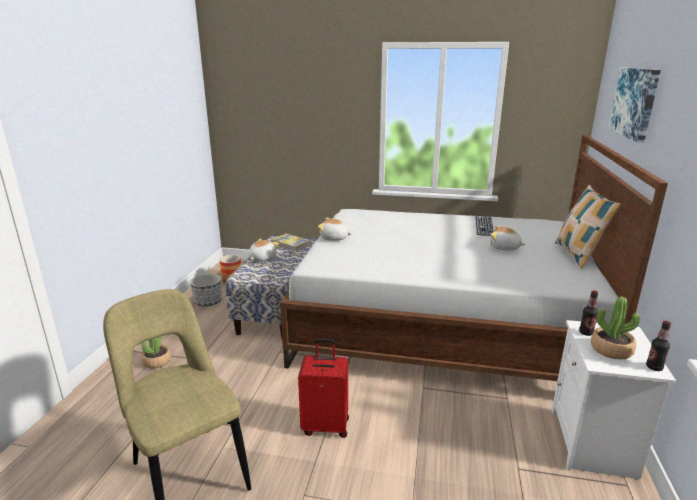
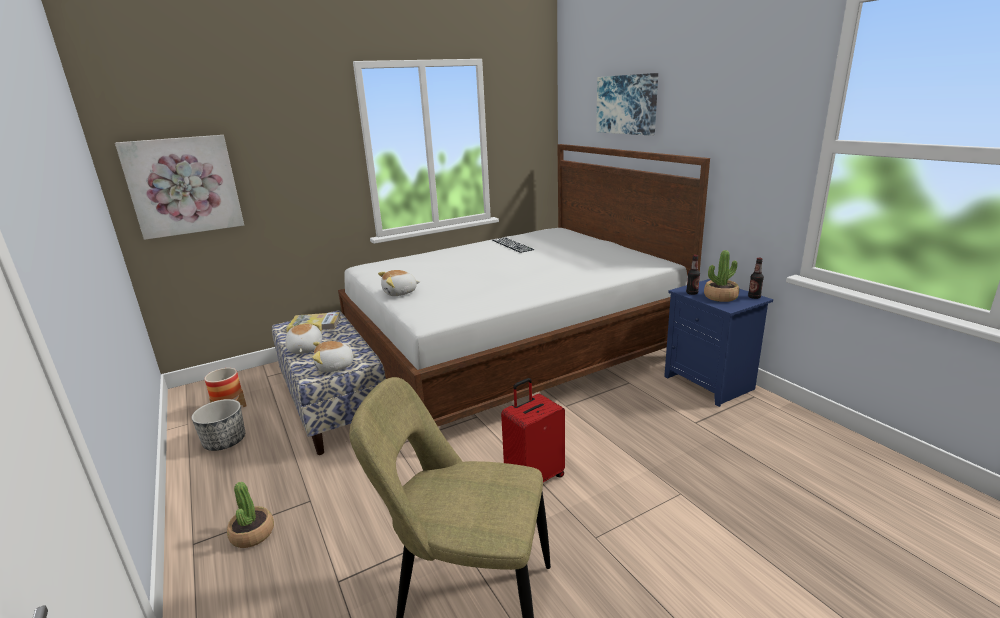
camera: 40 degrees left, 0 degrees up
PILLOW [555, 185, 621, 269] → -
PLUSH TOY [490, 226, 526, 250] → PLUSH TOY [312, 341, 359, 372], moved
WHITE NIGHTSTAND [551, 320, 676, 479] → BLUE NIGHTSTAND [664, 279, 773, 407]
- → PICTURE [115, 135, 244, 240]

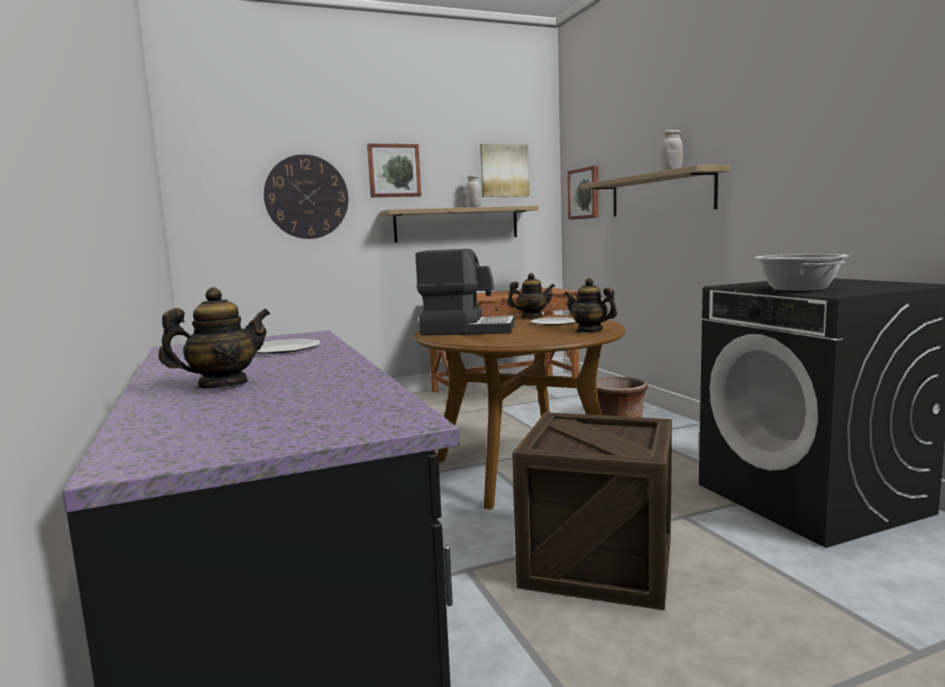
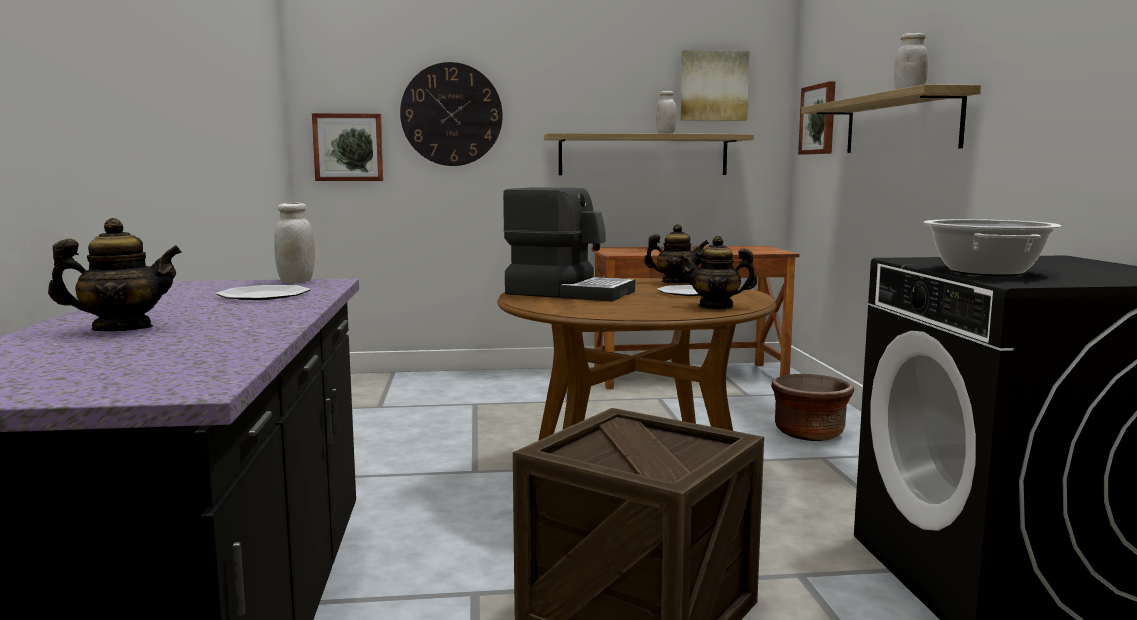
camera: 15 degrees right, 0 degrees up
PICTURE [367, 144, 421, 197] → PICTURE [312, 113, 383, 181], moved
TEAPOT [564, 278, 617, 333] → TEAPOT [679, 236, 757, 310], 45 degrees counterclockwise
- → WHITE JAR [274, 202, 315, 283]

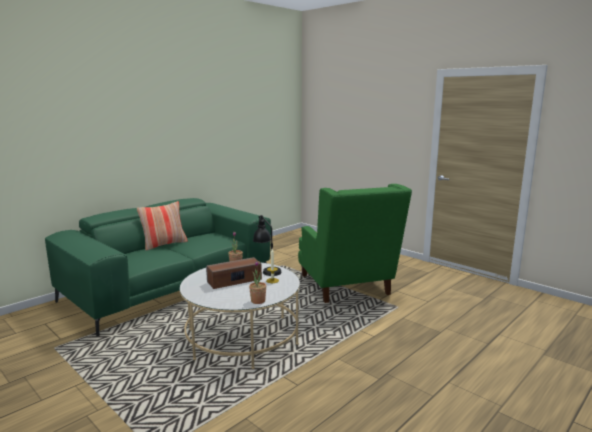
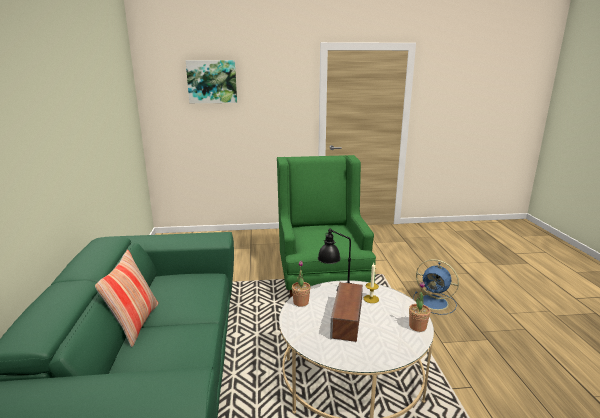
camera: 50 degrees left, 5 degrees up
GREEN ARMCHAIR [298, 184, 412, 303] → GREEN ARMCHAIR [277, 155, 376, 298], 120 degrees counterclockwise
- → PICTURE [186, 60, 237, 103]
- → BLUE FAN [413, 259, 459, 315]

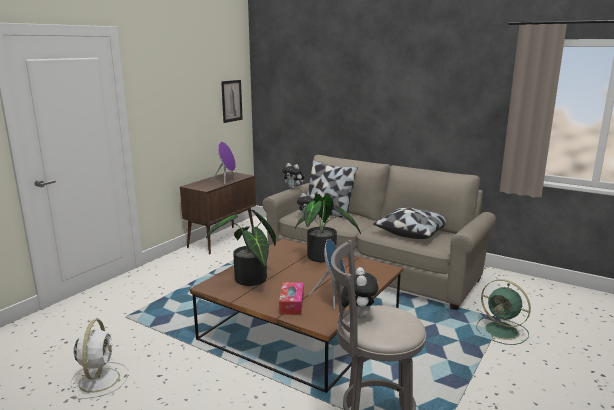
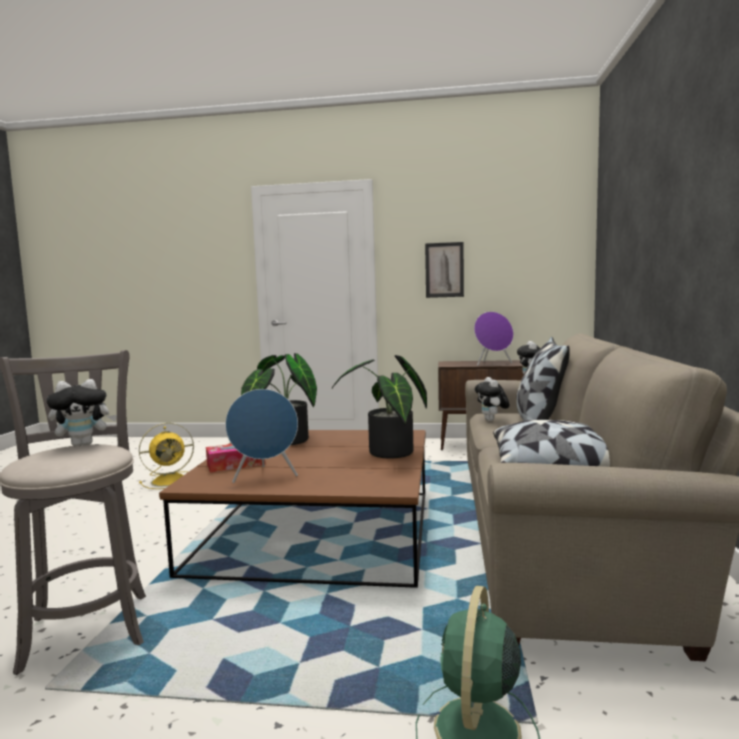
camera: 65 degrees right, 10 degrees down
PICTURE [221, 80, 243, 123] → PICTURE [425, 242, 464, 298], moved
WHITE FAN [70, 319, 128, 400] → YELLOW FAN [139, 423, 194, 489]

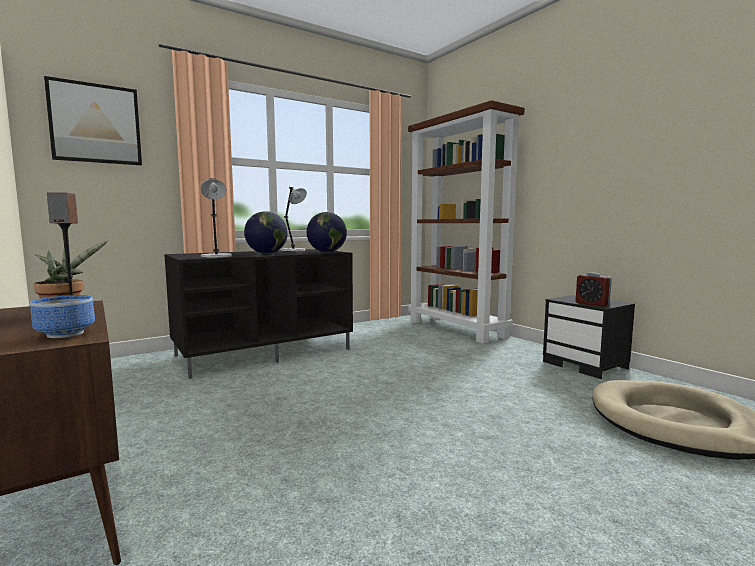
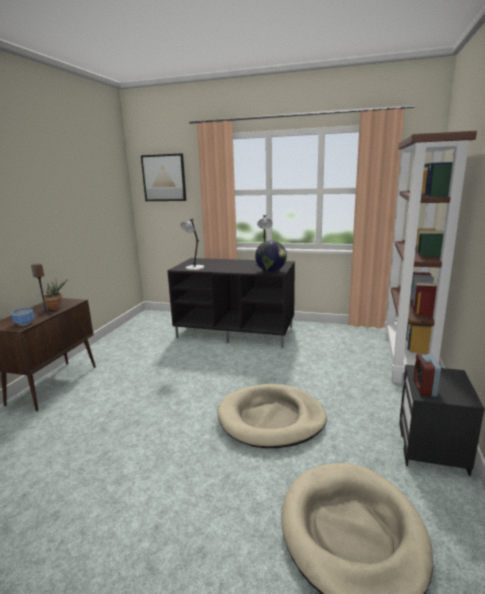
camera: 50 degrees right, 10 degrees up
GLOBE [244, 211, 288, 254] → -
- → BEIGE DOG BED [218, 384, 327, 448]

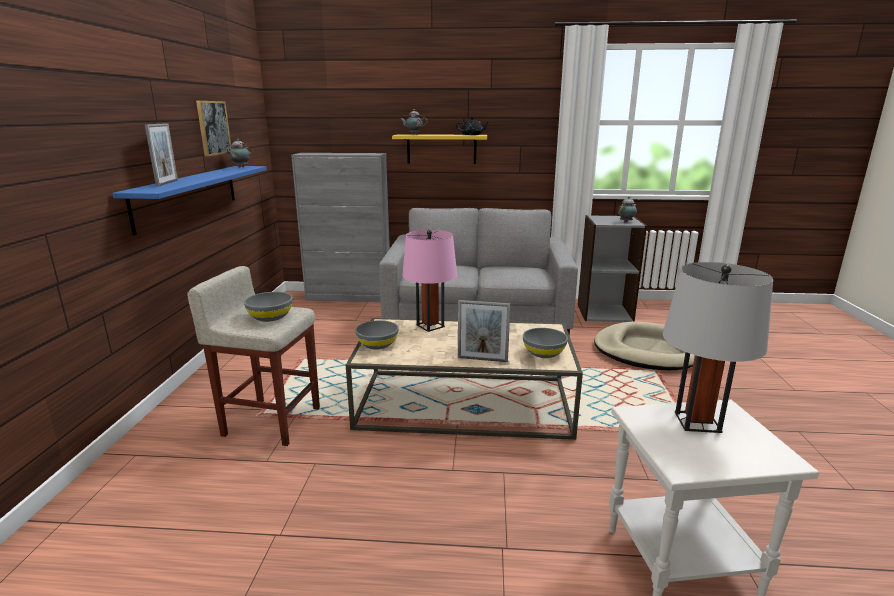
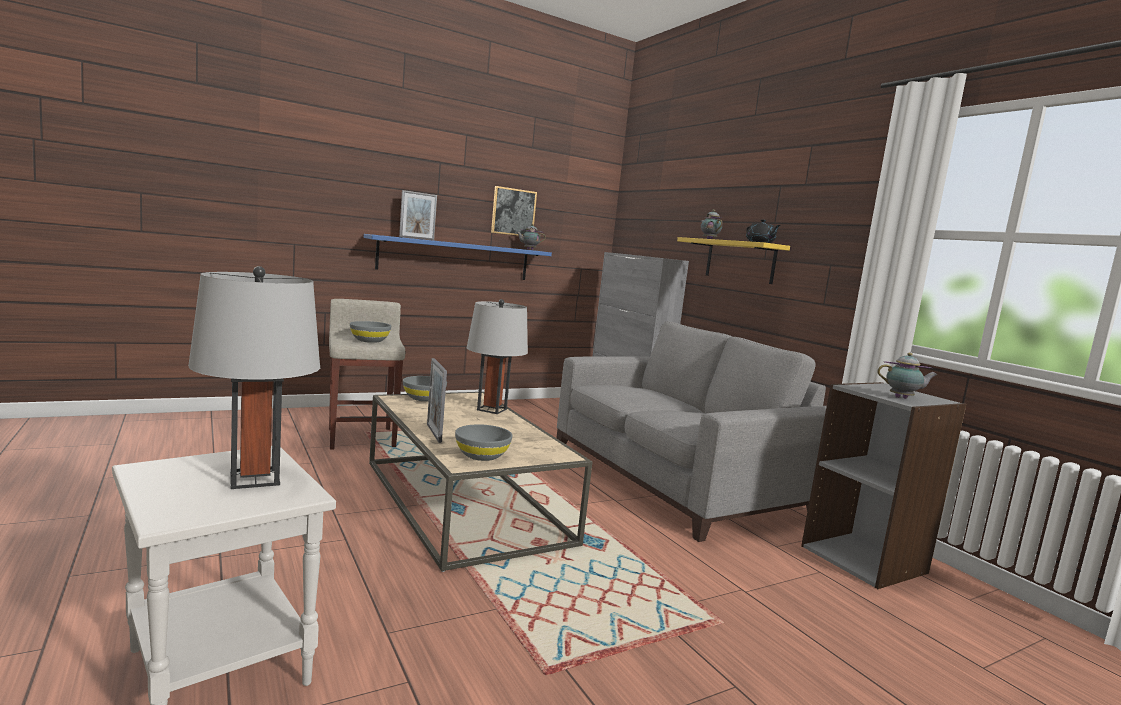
camera: 55 degrees right, 10 degrees down
PINK TABLE LAMP [402, 230, 457, 332] → GREY TABLE LAMP [466, 299, 528, 414]
BEIGE DOG BED [594, 321, 695, 370] → -

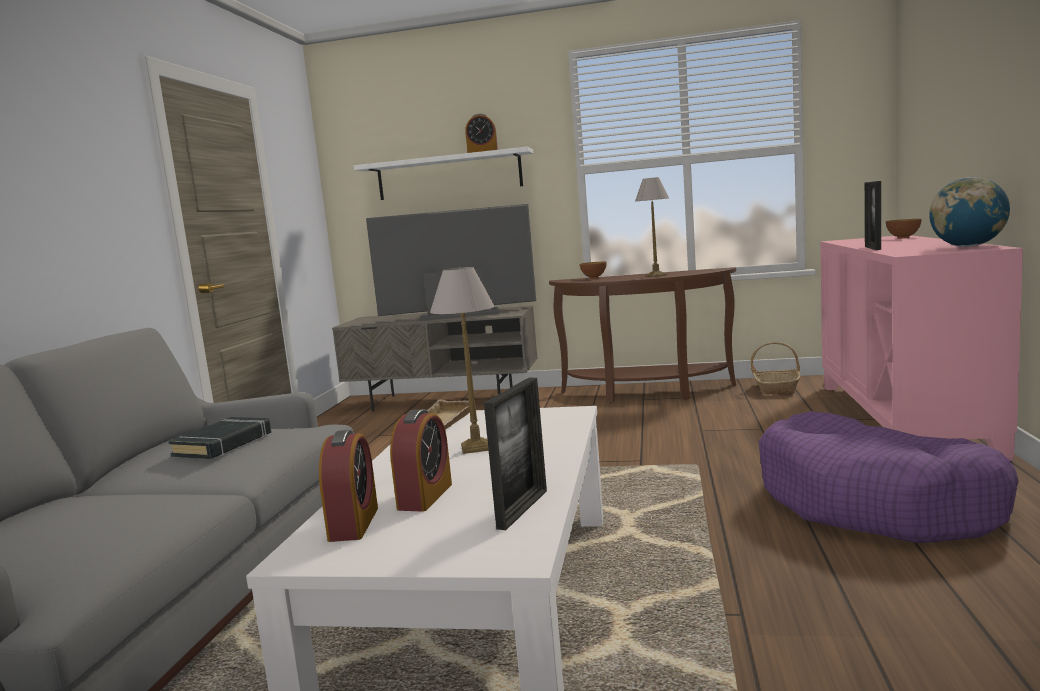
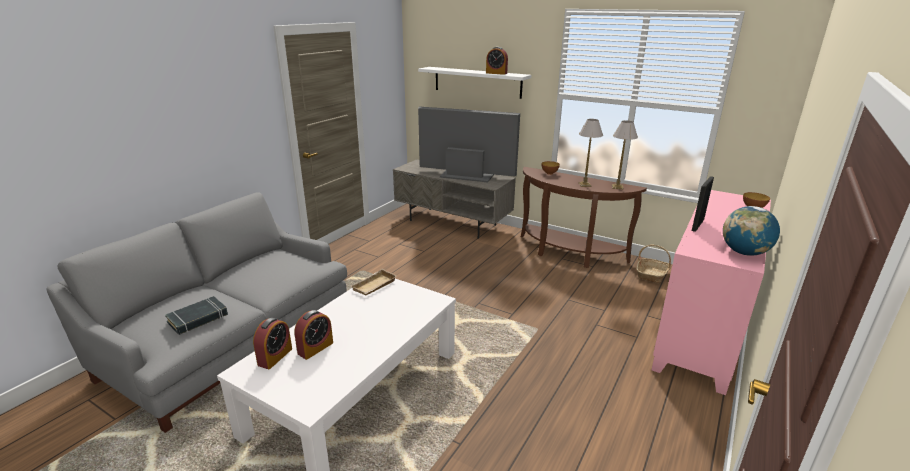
camera: 20 degrees right, 15 degrees up
TABLE LAMP [430, 267, 495, 454] → TABLE LAMP [612, 120, 638, 189], moved
PICTURE FRAME [484, 378, 547, 530] → -
PURPLE DOG BED [759, 412, 1019, 543] → -
BLACK BOOK [168, 417, 271, 459] → BLACK BOOK [165, 296, 228, 335], moved

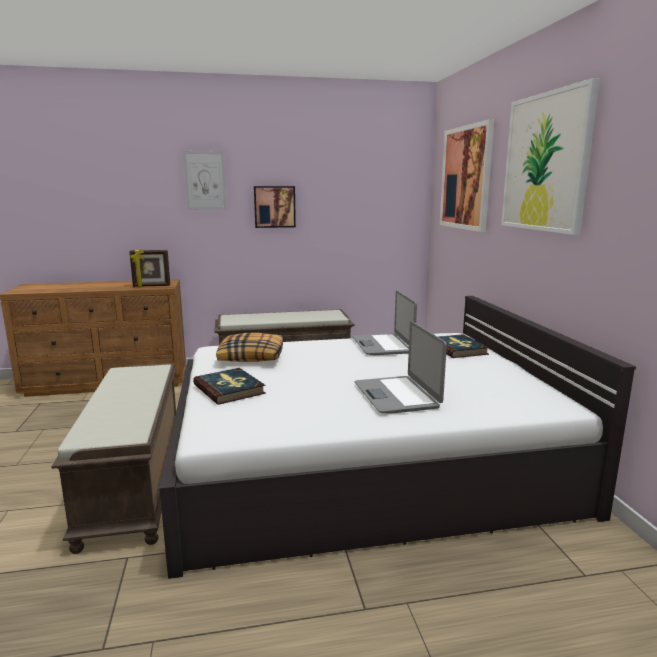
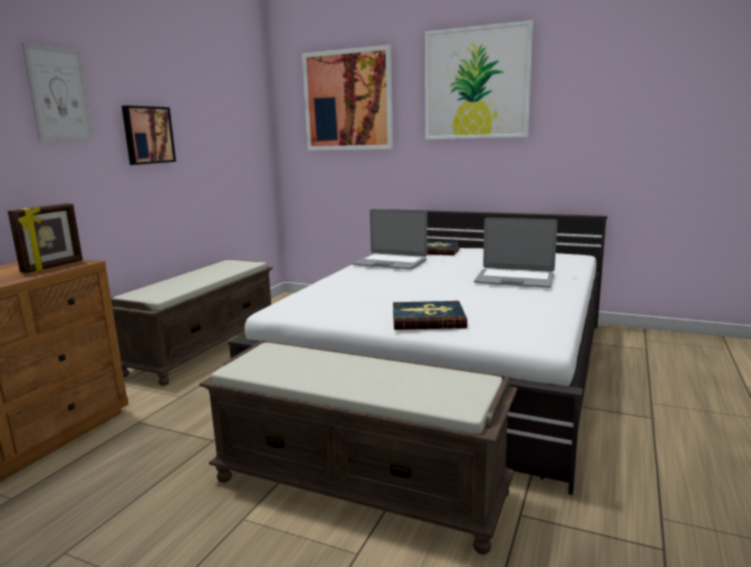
camera: 55 degrees left, 0 degrees up
PILLOW [216, 333, 283, 362] → -

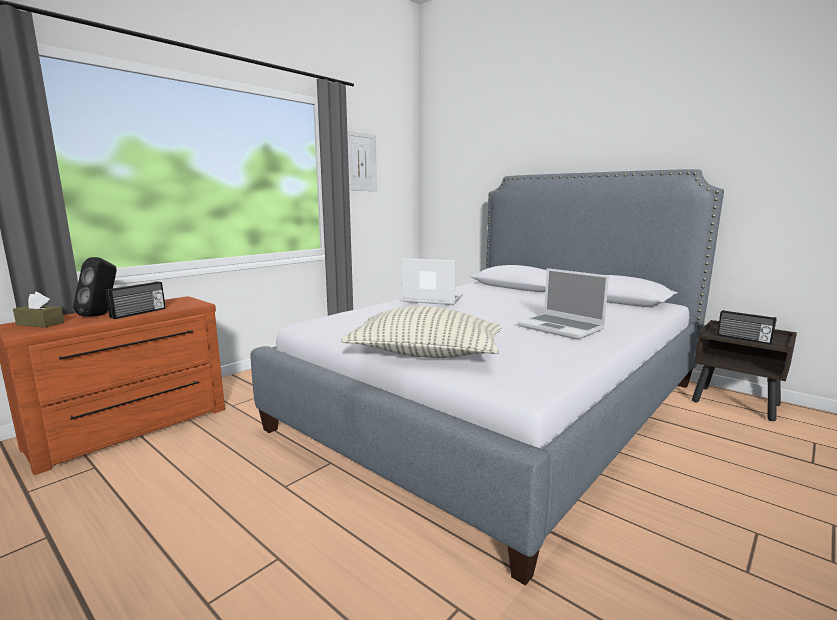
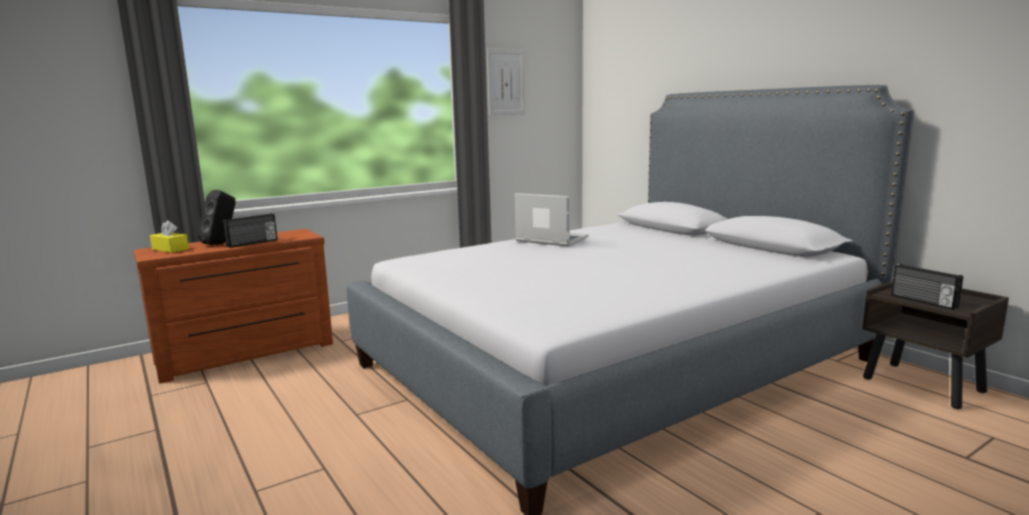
camera: 15 degrees right, 0 degrees up
LAPTOP [518, 268, 609, 340] → -
BROWN TISSUE BOX [13, 292, 64, 328] → YELLOW TISSUE BOX [150, 221, 189, 253]
PILLOW [341, 306, 502, 358] → -

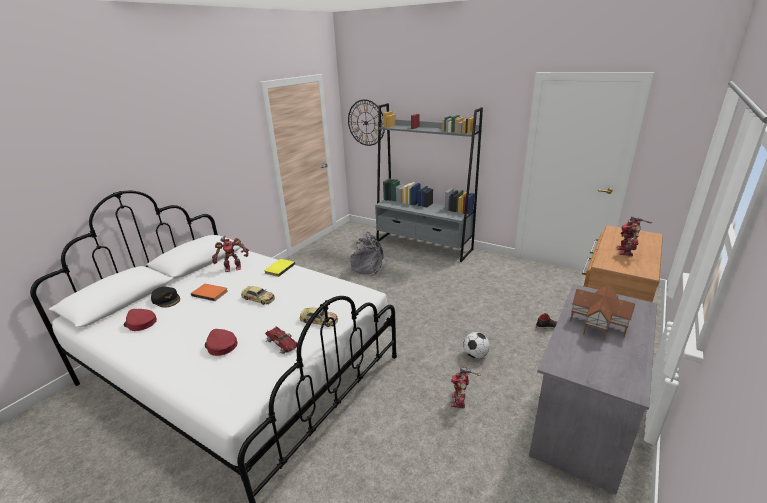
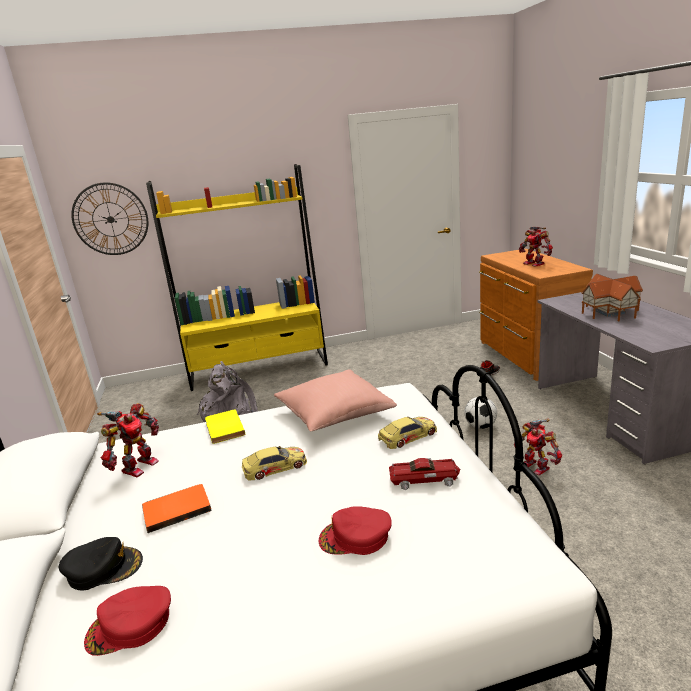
camera: 45 degrees left, 5 degrees down
GREY BOOKCASE [375, 103, 483, 262] → YELLOW BOOKCASE [146, 164, 328, 391]
- → PINK PILLOW [274, 369, 397, 432]

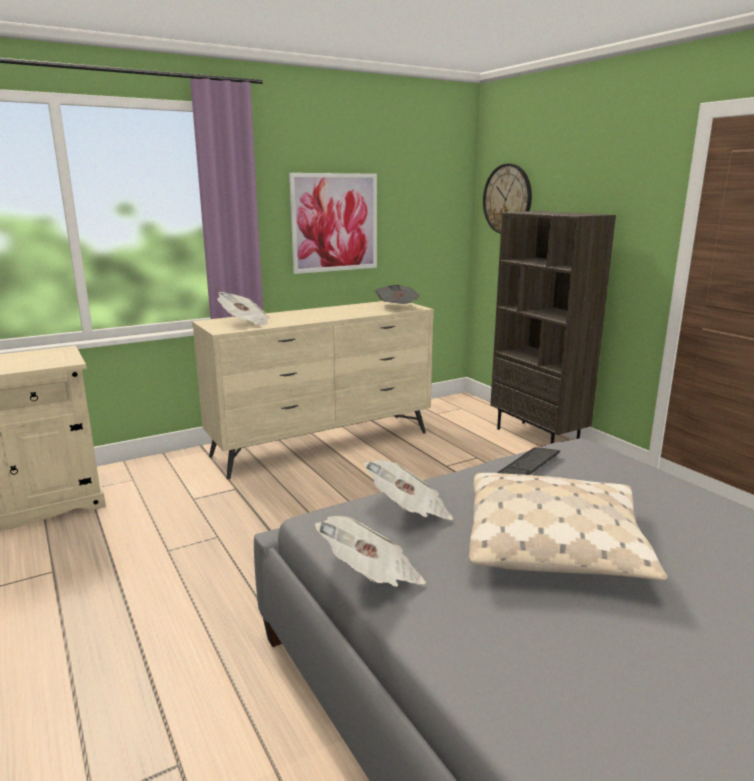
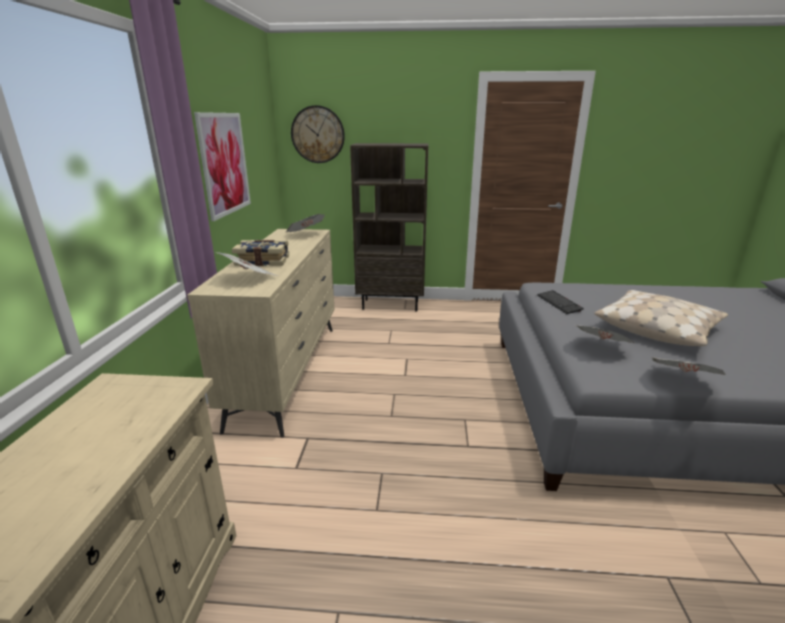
camera: 55 degrees left, 5 degrees up
- → BOOK [232, 240, 289, 266]

